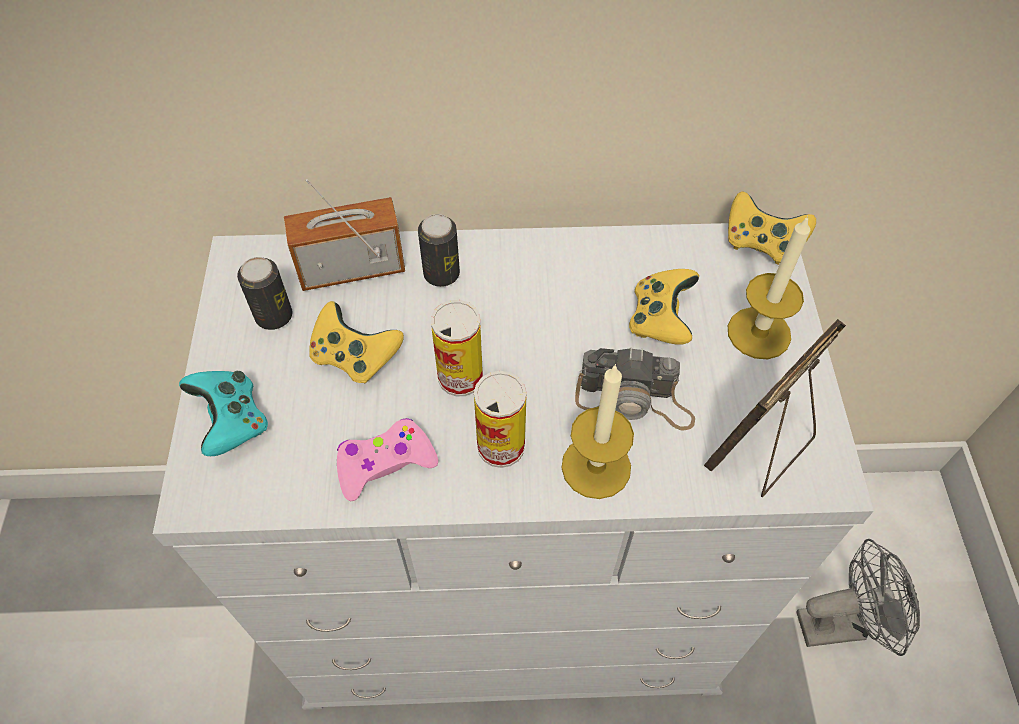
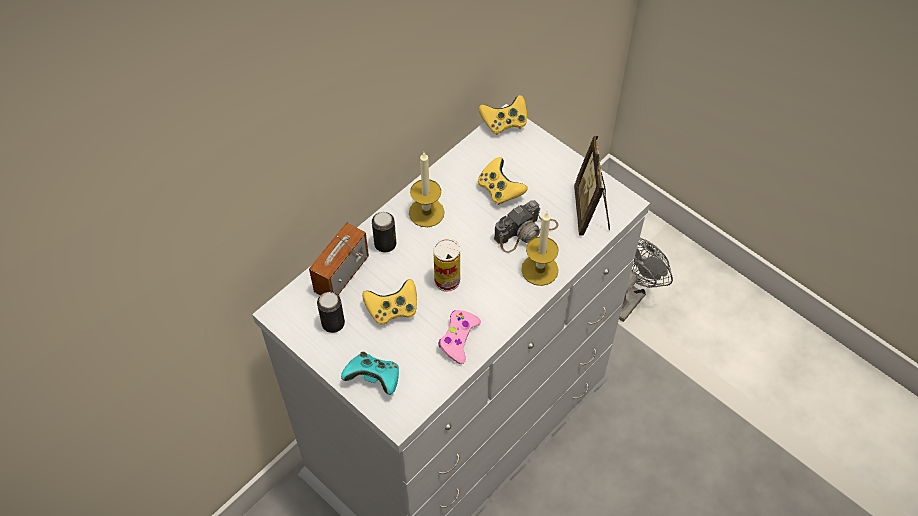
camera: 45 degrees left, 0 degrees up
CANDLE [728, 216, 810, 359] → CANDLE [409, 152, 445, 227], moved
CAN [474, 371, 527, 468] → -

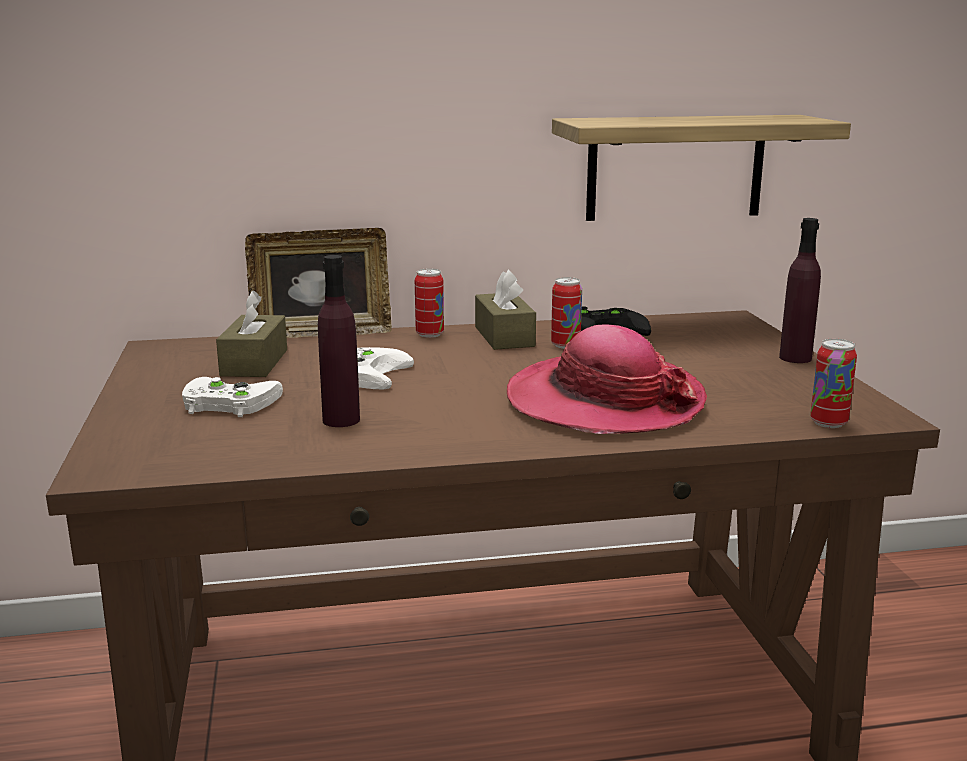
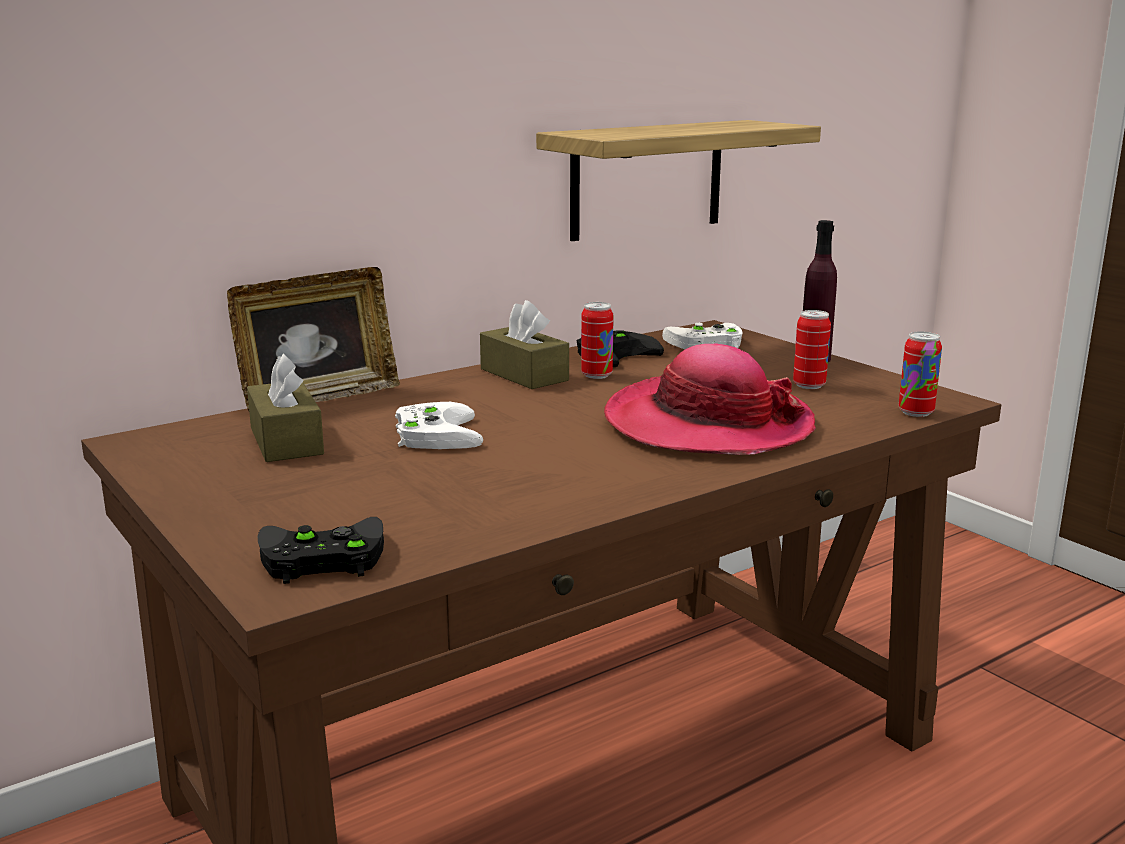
camera: 25 degrees left, 0 degrees up
PURPLE BOTTLE [318, 255, 360, 427] → -
CAN [415, 269, 444, 338] → CAN [793, 310, 831, 389], moved
WHITE GAME CONTROLLER [182, 377, 283, 417] → WHITE GAME CONTROLLER [662, 323, 742, 349], moved
- → BLACK GAME CONTROLLER [258, 517, 384, 584]

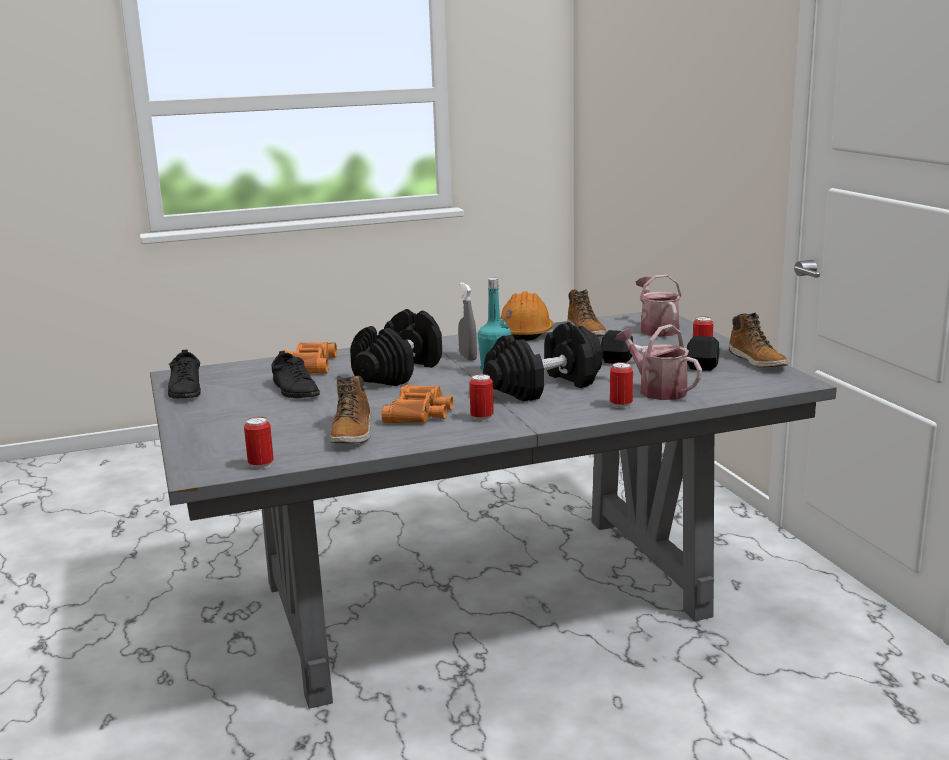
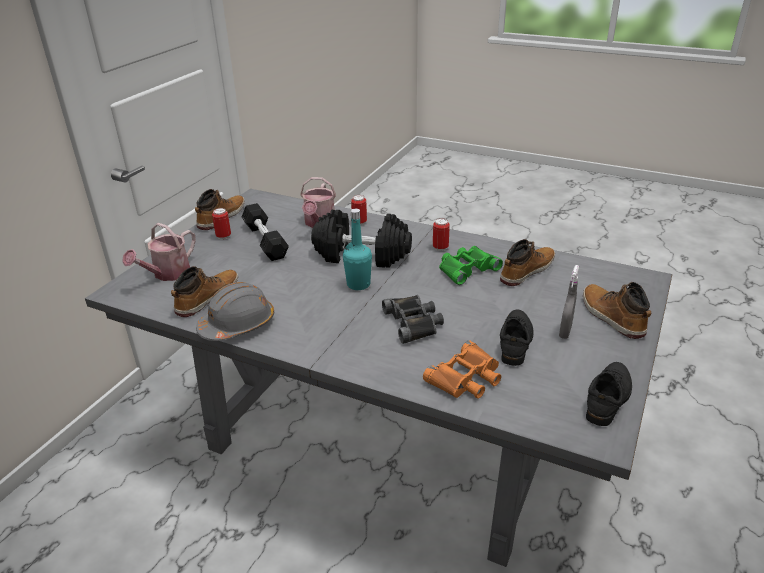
camera: 135 degrees left, 15 degrees up
GREY SPRAY BOTTLE [458, 282, 477, 361] → GREY SPRAY BOTTLE [559, 265, 579, 339], moved
ORANGE HARD HAT [501, 291, 553, 341] → GREY HARD HAT [196, 282, 274, 341]
BLACK DUMBBELL [350, 309, 442, 386] → BLACK BINOCULARS [382, 295, 444, 344]
ORANGE BINOCULARS [382, 385, 453, 423] → GREEN BINOCULARS [439, 246, 503, 285]
CAN [244, 417, 274, 469] → -
- → BOOT [583, 282, 651, 339]

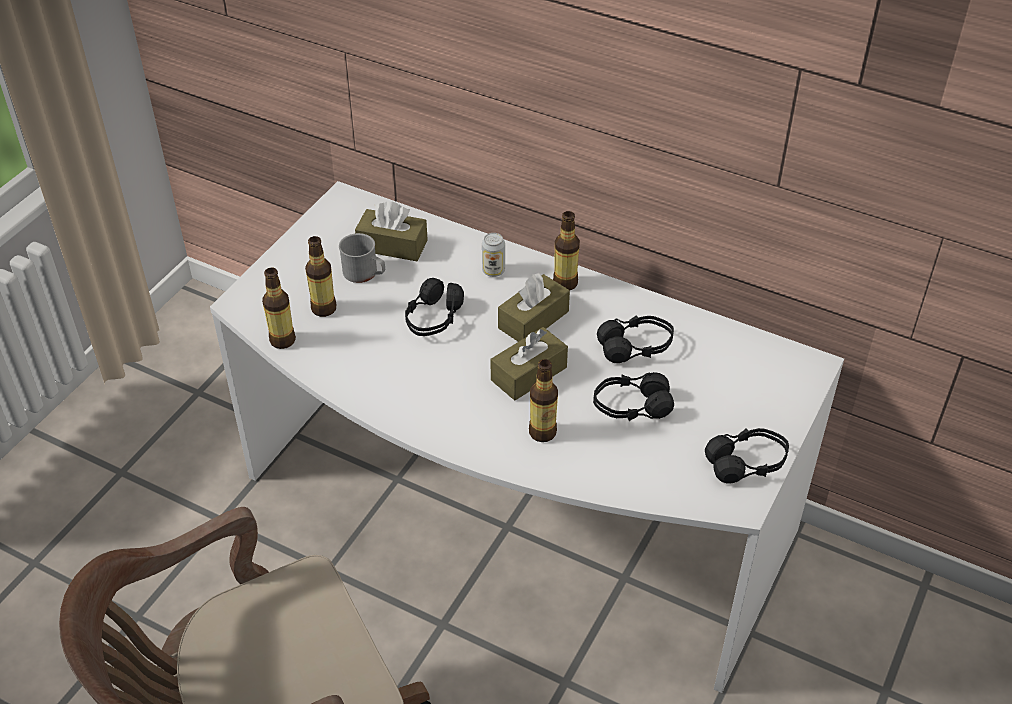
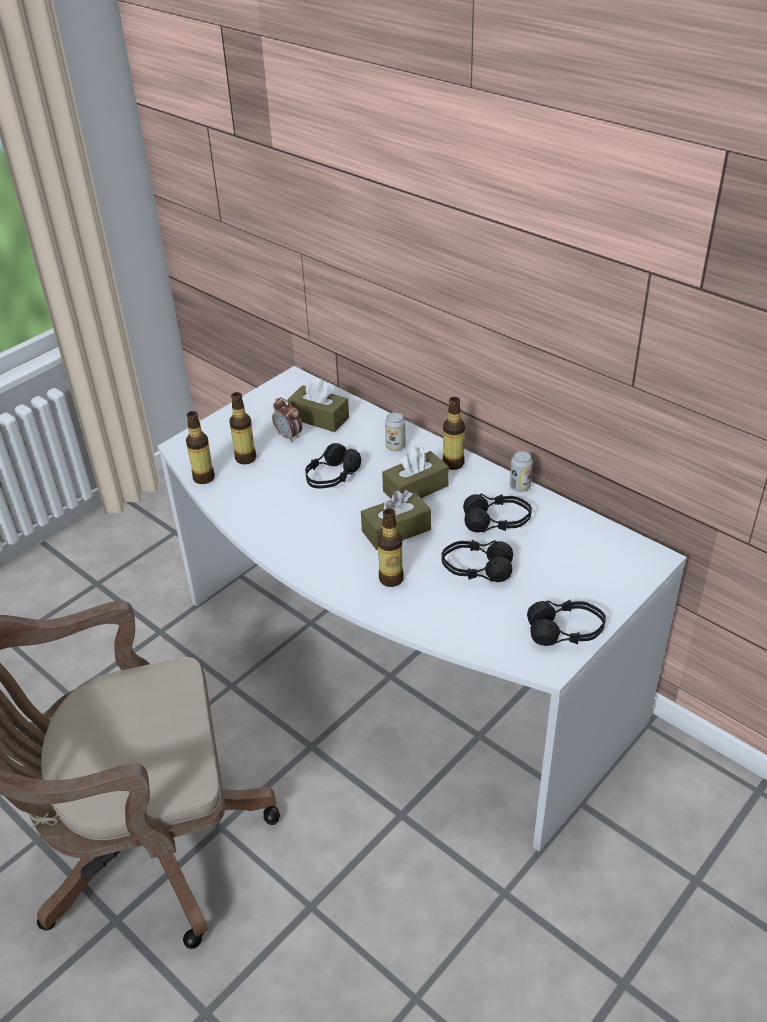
camera: 15 degrees right, 5 degrees down
GREY MUG [339, 233, 385, 283] → ALARM CLOCK [272, 397, 302, 442]
- → CAN [510, 451, 533, 492]

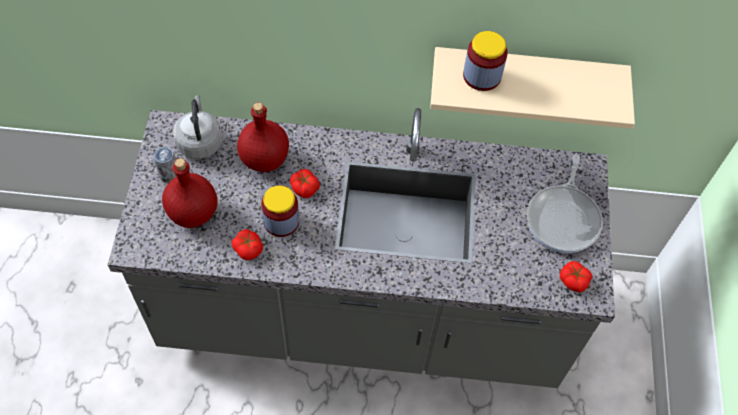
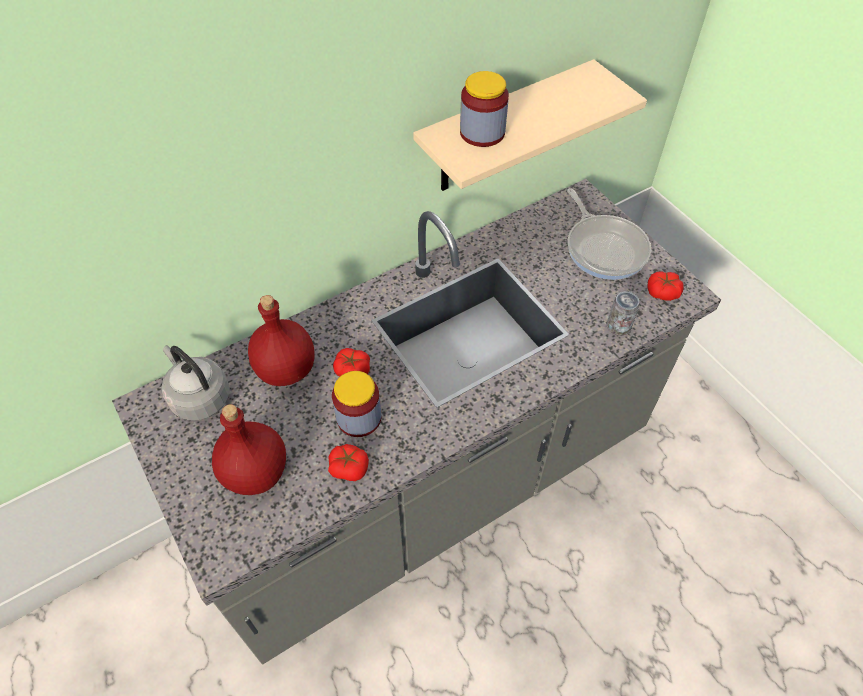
camera: 35 degrees left, 5 degrees down
CAN [154, 147, 176, 183] → CAN [607, 291, 639, 336], moved

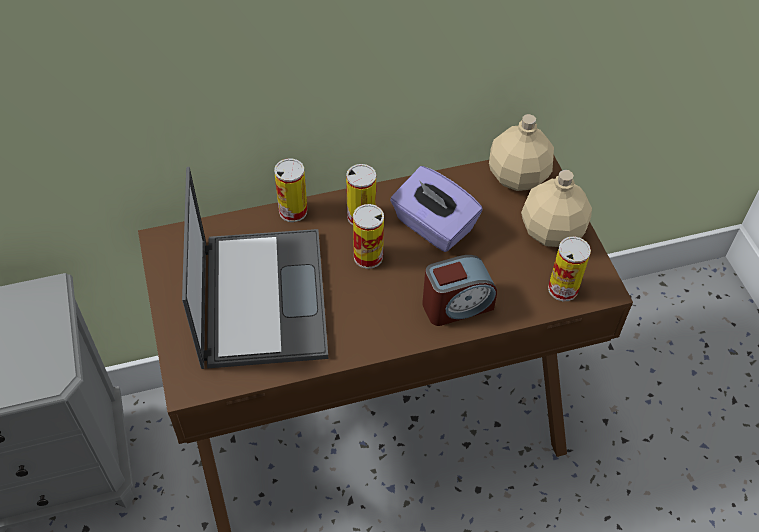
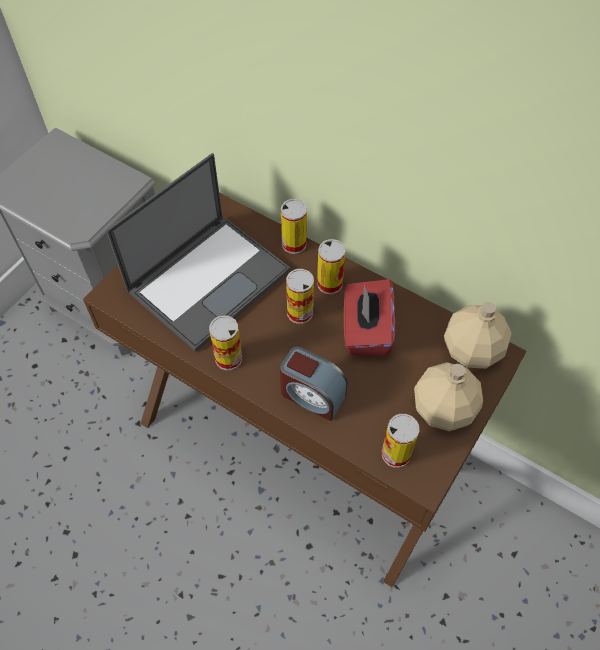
camera: 50 degrees right, 5 degrees up
PURPLE TISSUE BOX [390, 166, 483, 252] → RED TISSUE BOX [344, 279, 395, 356]
- → CAN [209, 315, 242, 370]

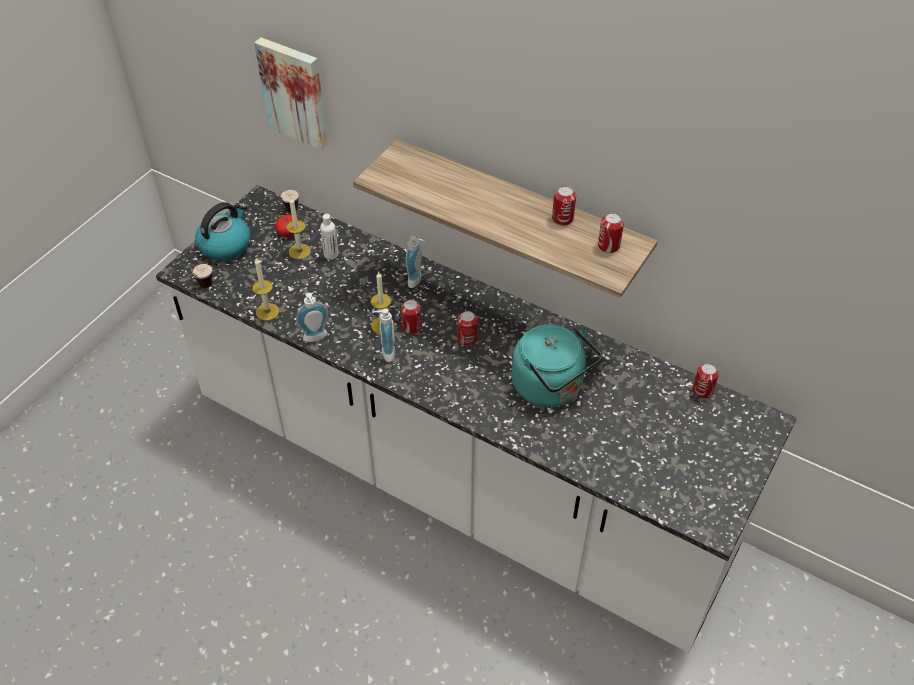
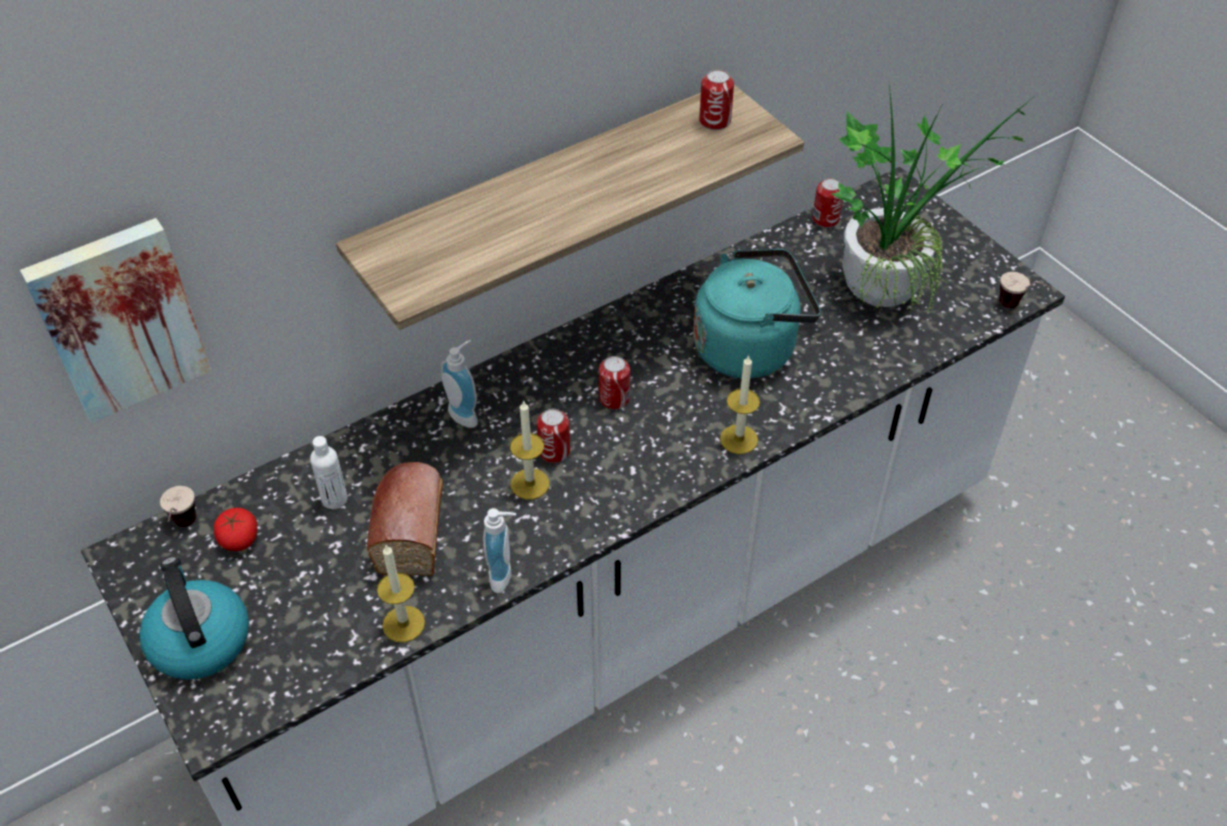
camera: 65 degrees left, 0 degrees up
CAN [552, 186, 576, 226] → -
CANDLE [286, 197, 311, 259] → CANDLE [720, 354, 760, 454], moved
CUP [185, 264, 212, 288] → CUP [999, 272, 1052, 308], moved
SOAP DISPENSER [372, 309, 395, 362] → -
- → POTTED PLANT [831, 85, 1037, 313]
- → BREAD [367, 462, 443, 576]

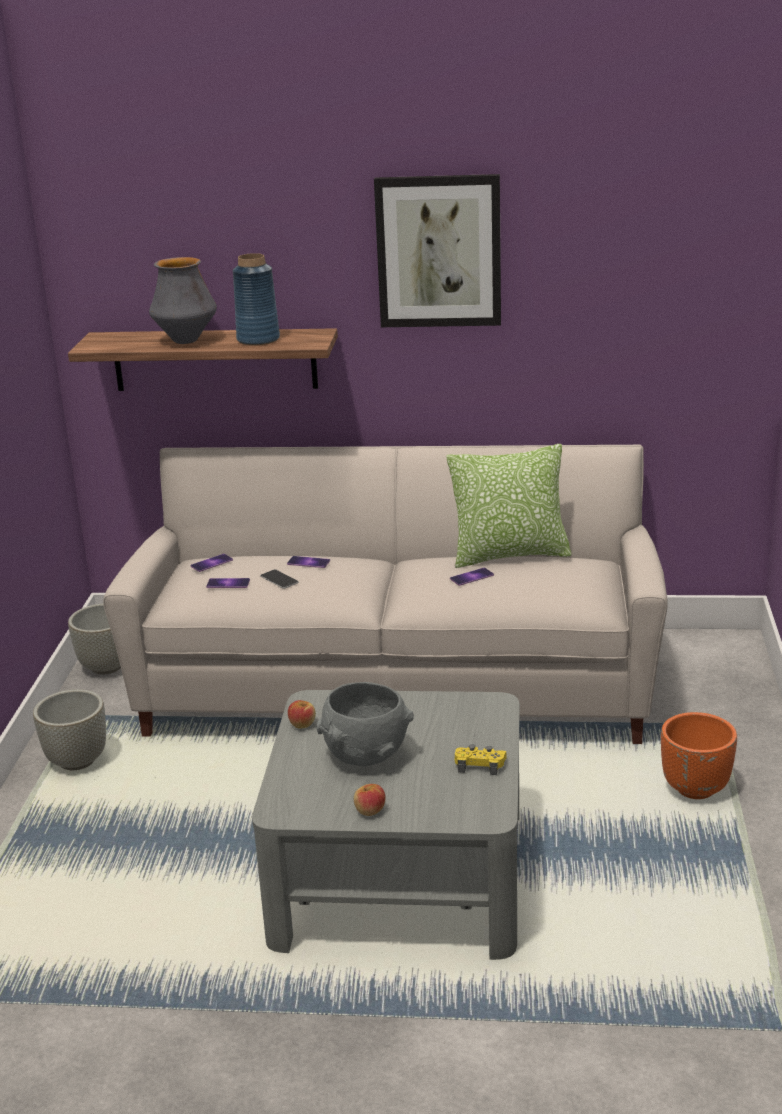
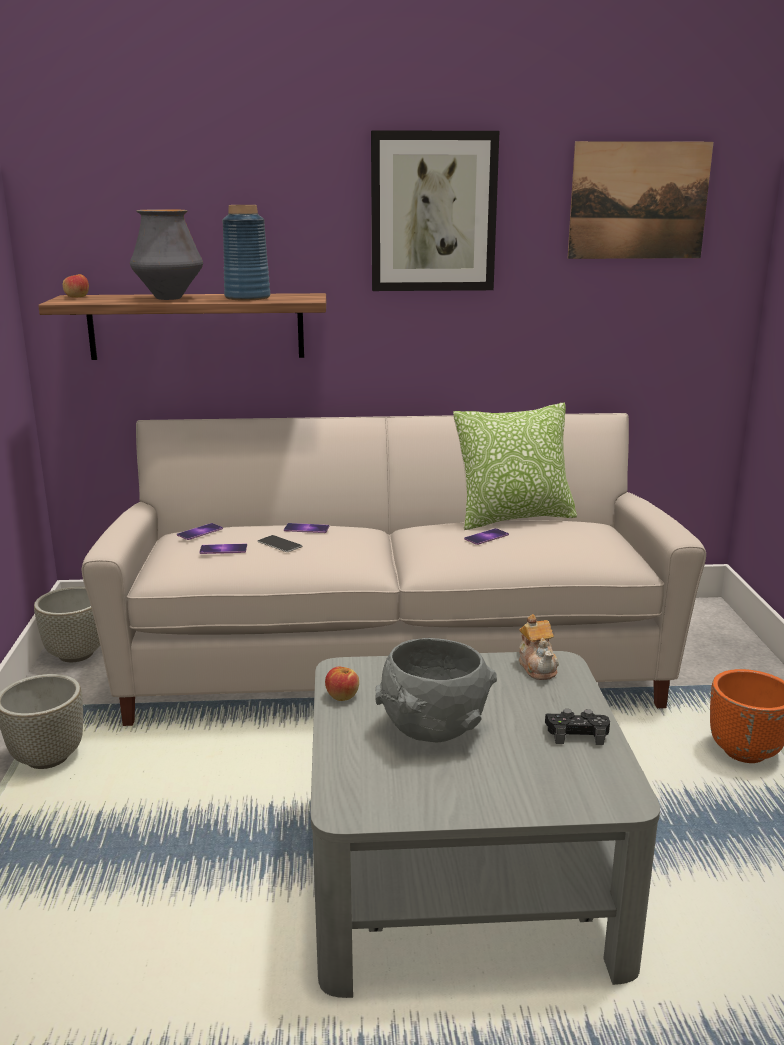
camera: 10 degrees left, 5 degrees down
YELLOW GAME CONTROLLER [455, 745, 506, 775] → BLACK GAME CONTROLLER [545, 709, 610, 745]
APPLE [354, 784, 385, 816] → APPLE [63, 274, 89, 298], moved
- → PICTURE [567, 141, 713, 259]
- → TEAPOT [519, 614, 559, 680]

